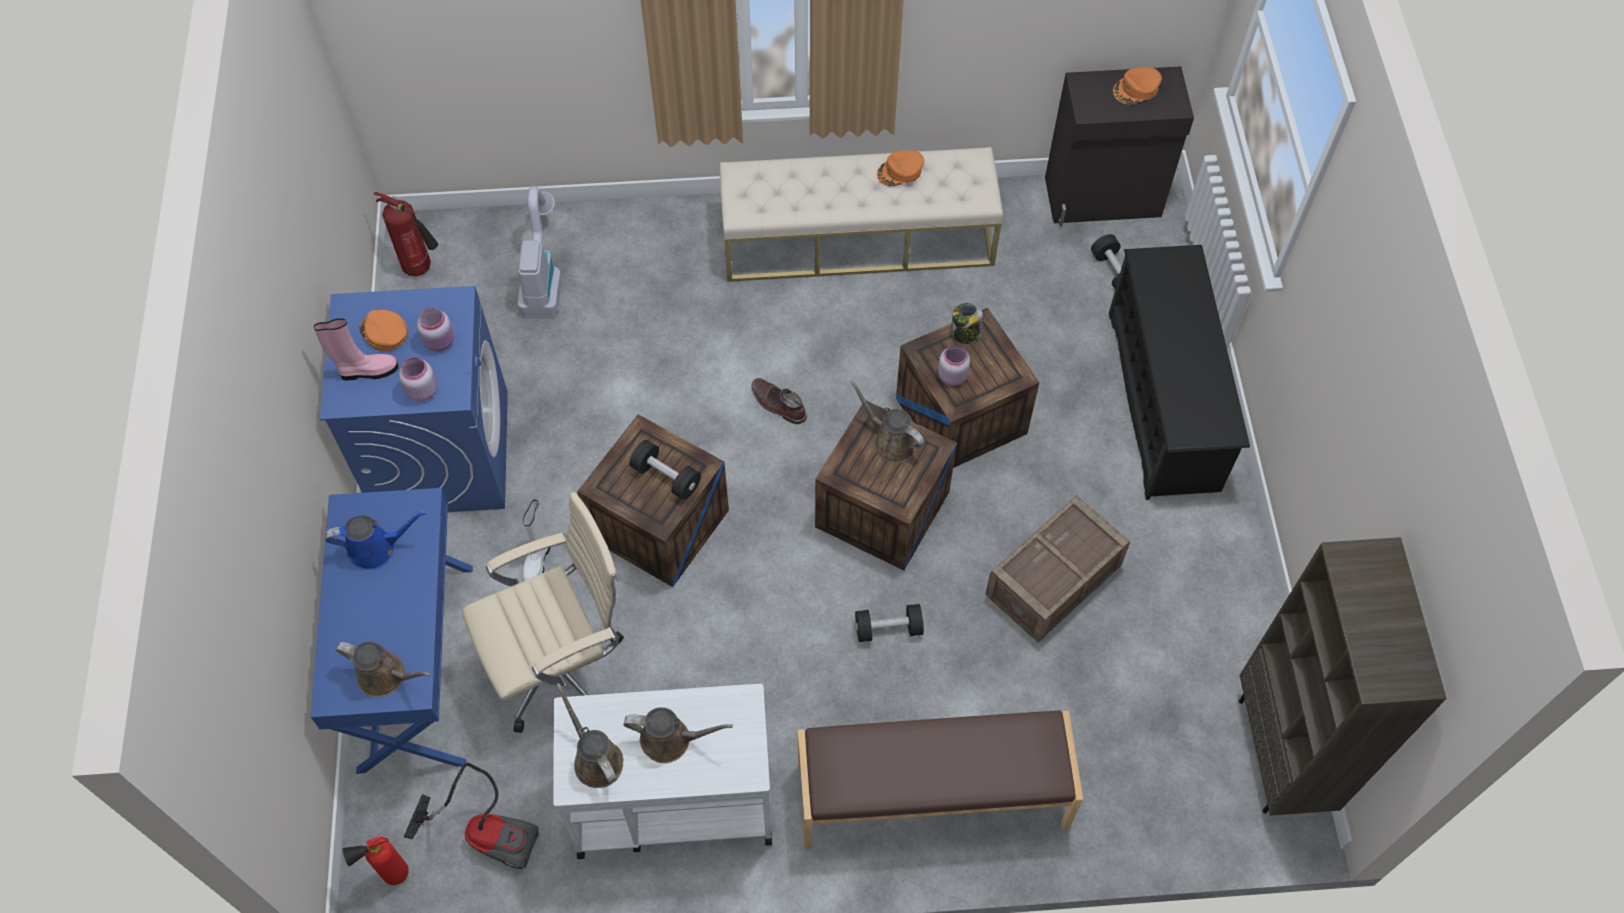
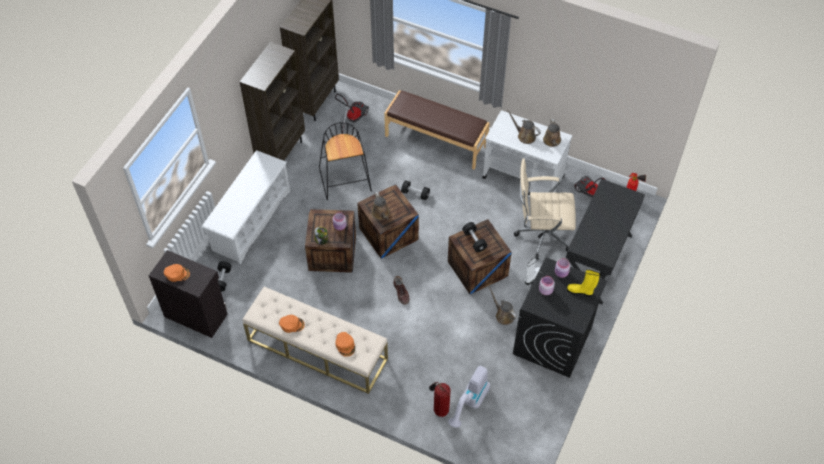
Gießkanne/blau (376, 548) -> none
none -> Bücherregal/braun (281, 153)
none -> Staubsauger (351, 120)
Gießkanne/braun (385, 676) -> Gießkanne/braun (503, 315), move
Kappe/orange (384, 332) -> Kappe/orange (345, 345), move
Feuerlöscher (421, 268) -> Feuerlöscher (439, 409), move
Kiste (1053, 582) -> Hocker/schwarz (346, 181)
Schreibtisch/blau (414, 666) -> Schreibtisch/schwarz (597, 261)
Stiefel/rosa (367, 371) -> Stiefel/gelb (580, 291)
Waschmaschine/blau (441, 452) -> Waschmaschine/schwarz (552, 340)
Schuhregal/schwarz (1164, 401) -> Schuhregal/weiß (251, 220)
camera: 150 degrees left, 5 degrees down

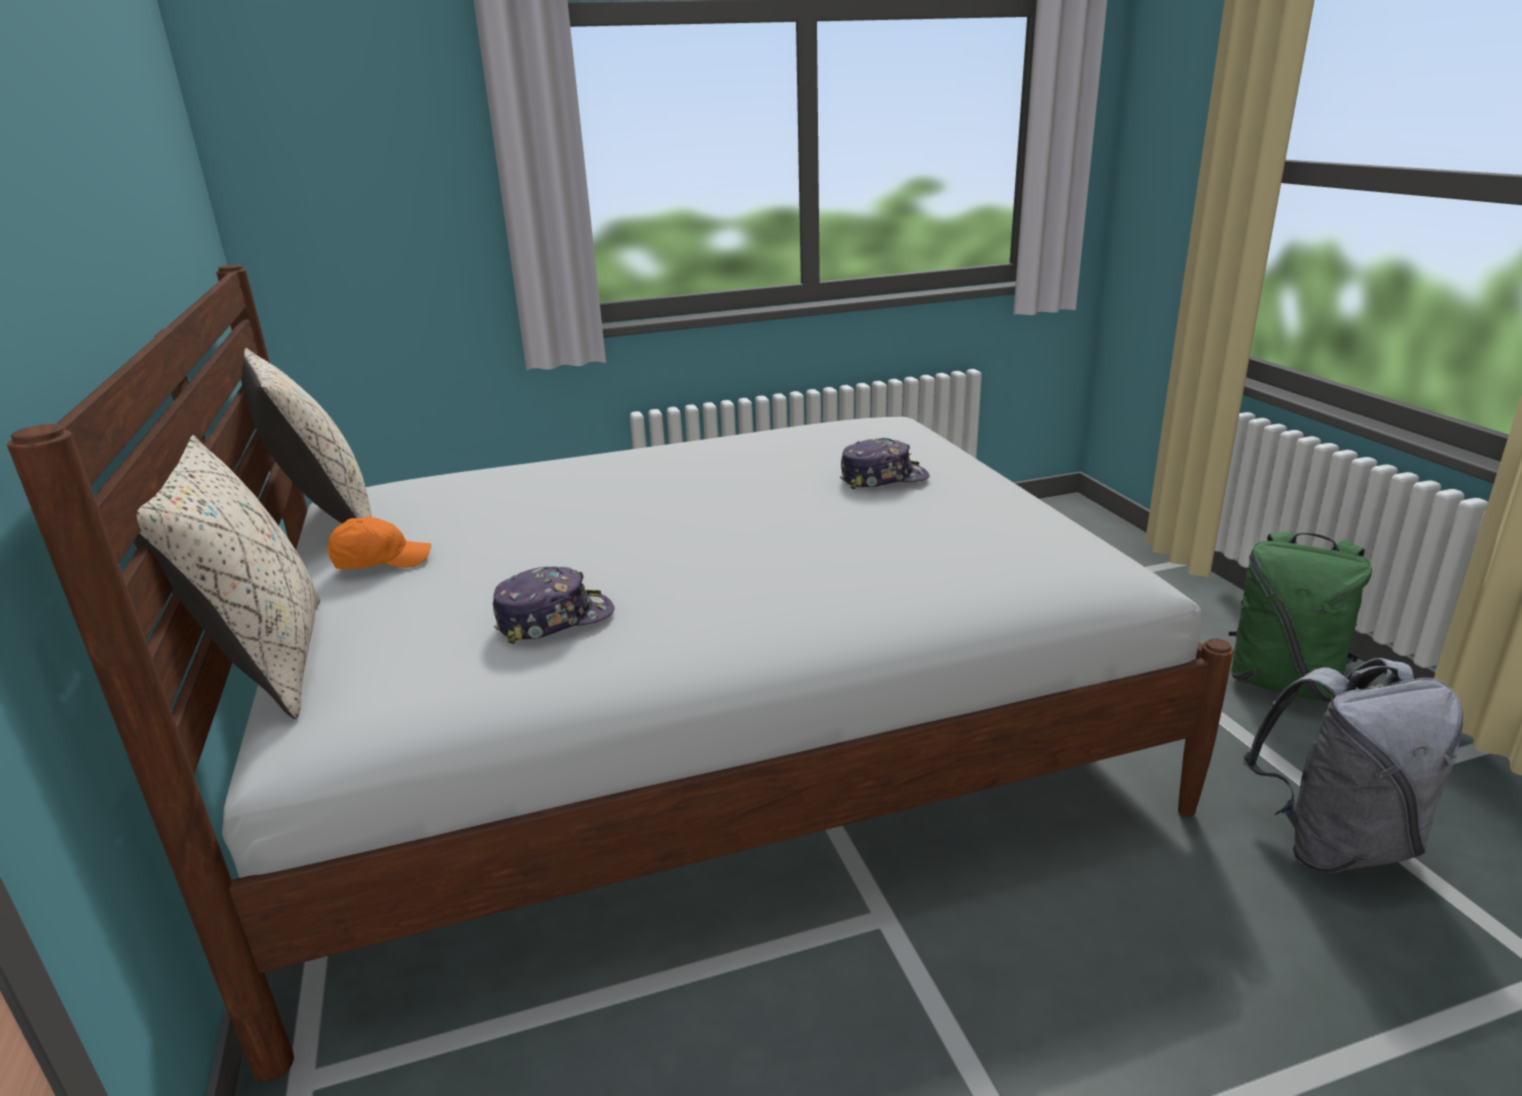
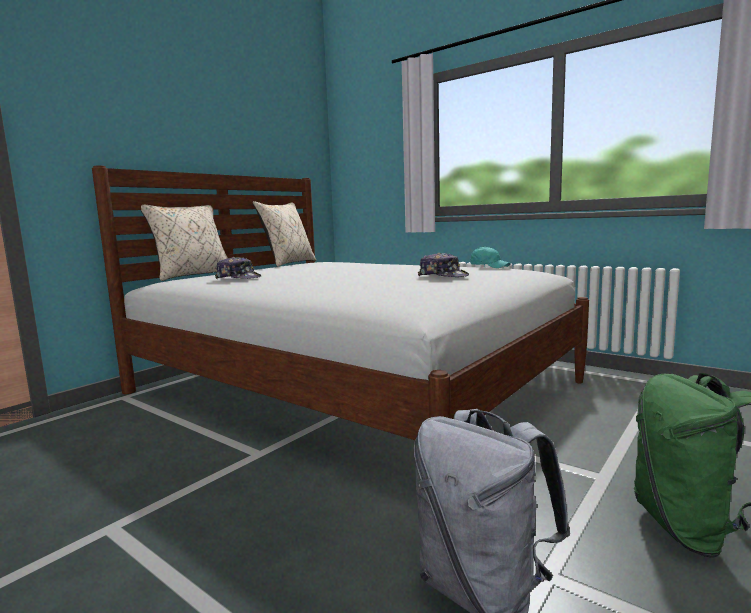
Kappe/orange (381, 561) -> none
none -> Kappe/türkis (489, 266)
camera: 55 degrees right, 15 degrees down

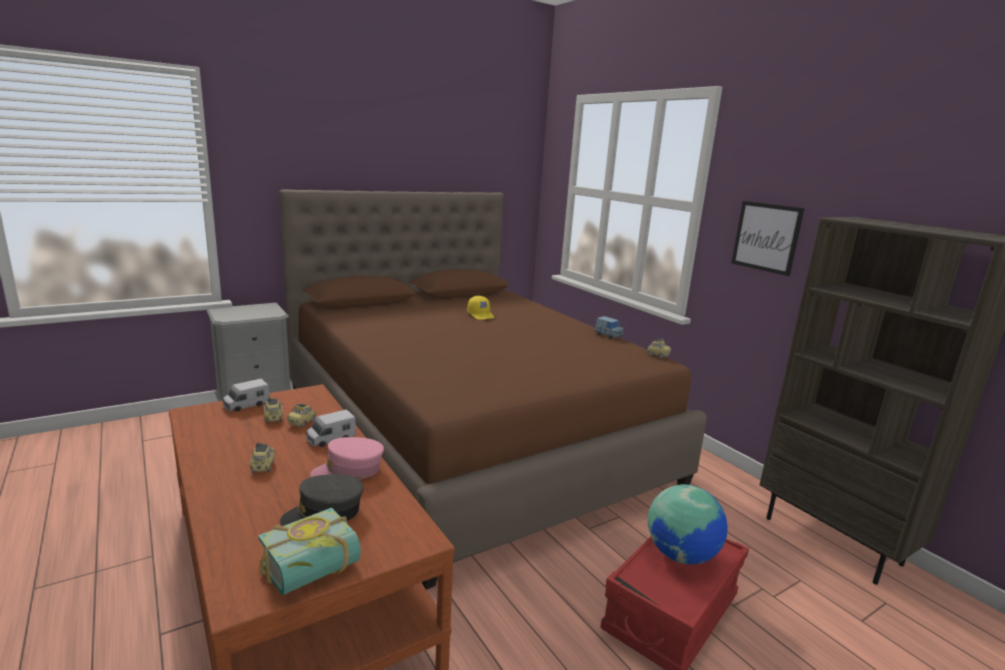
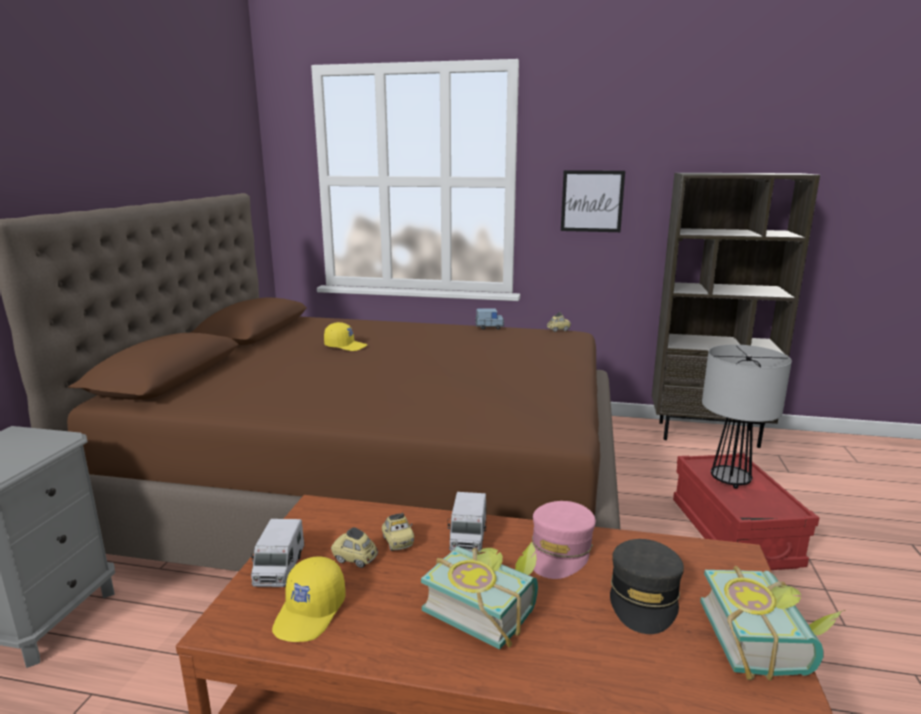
none -> Kappe/gelb (311, 612)
Spielzeugauto (263, 467) -> Buch (485, 607)
Globus (681, 555) -> Tischlampe (730, 480)
camera: 45 degrees left, 0 degrees up

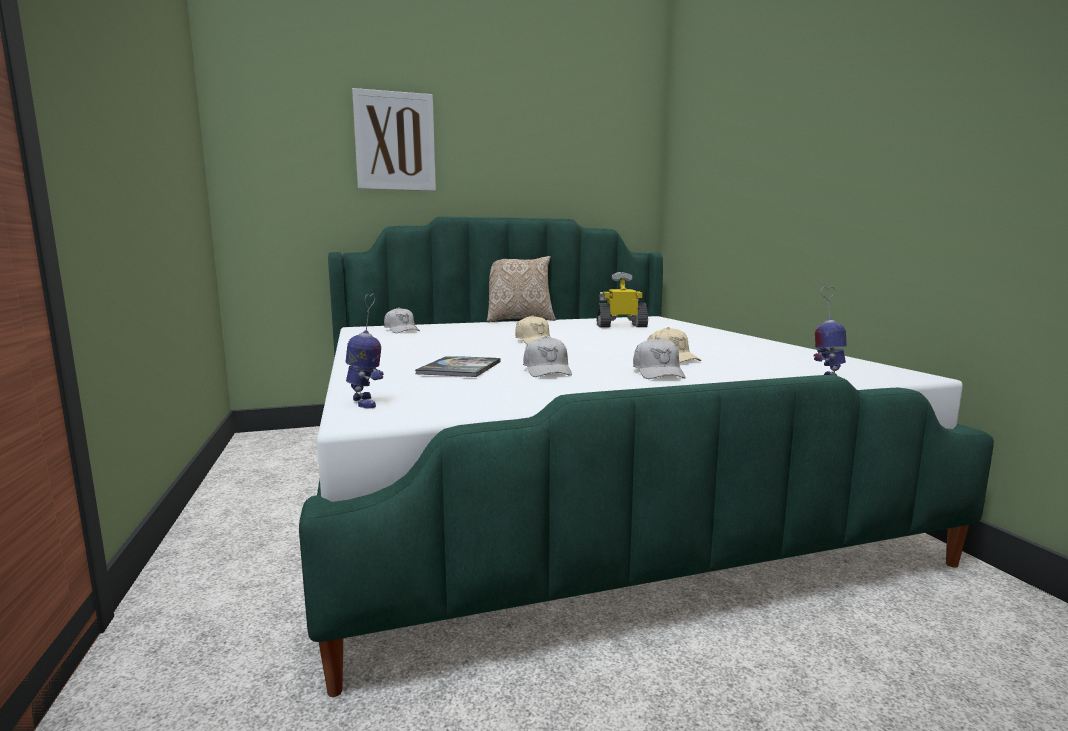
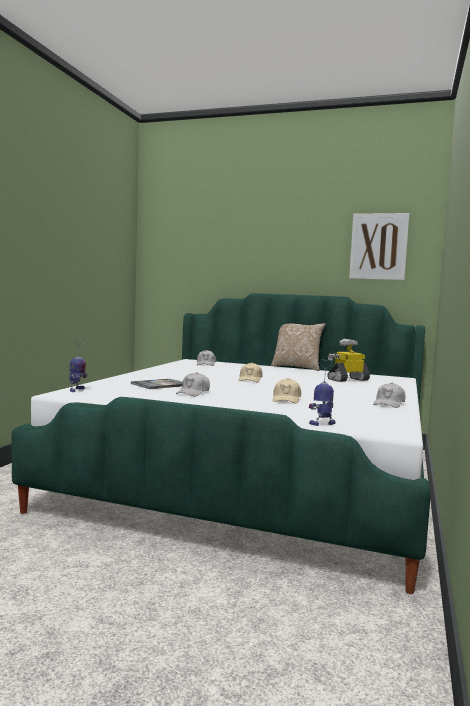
Bild (395, 141) -> Bild (378, 246), move
Kappe/weiß (658, 373) -> Kappe/weiß (389, 404), move
Spielzeugroboter (621, 326) -> Spielzeugroboter (347, 380), 60 degrees counterclockwise
camera: 35 degrees right, 5 degrees down

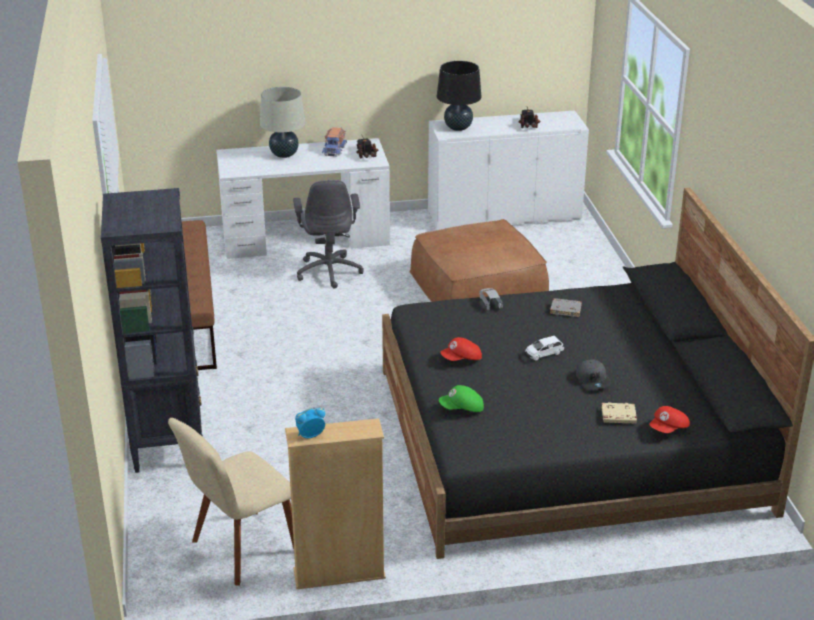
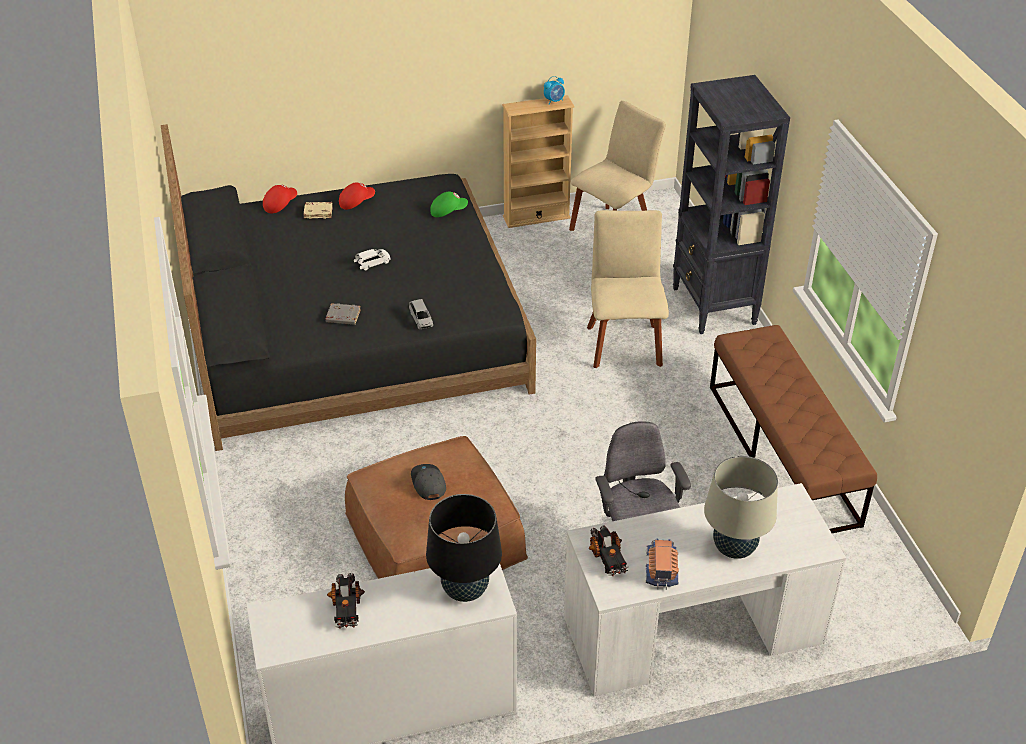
none -> Stuhl/beige (624, 343)
Kappe/rot (462, 359) -> Kappe/rot (356, 202), move
Kappe/grau (593, 380) -> Kappe/grau (428, 484), move
camera: 175 degrees right, 10 degrees up

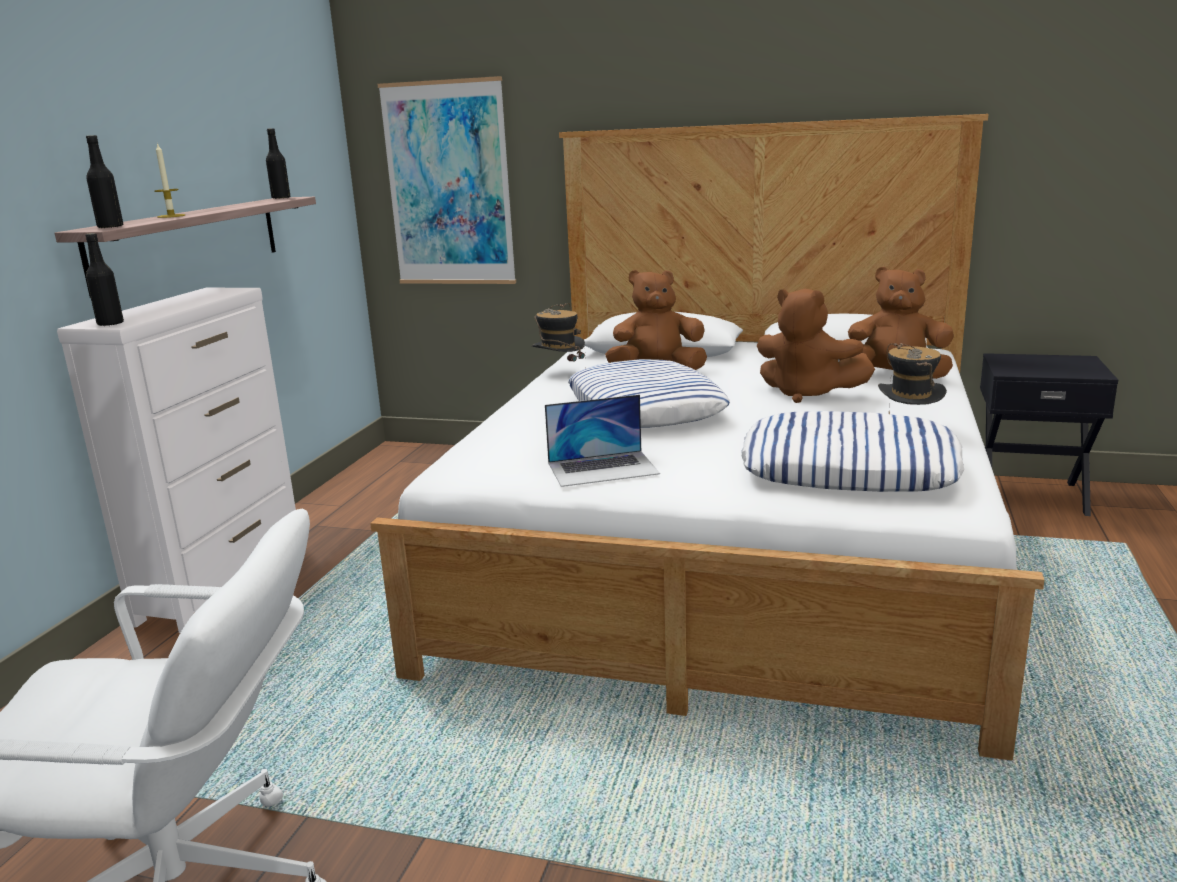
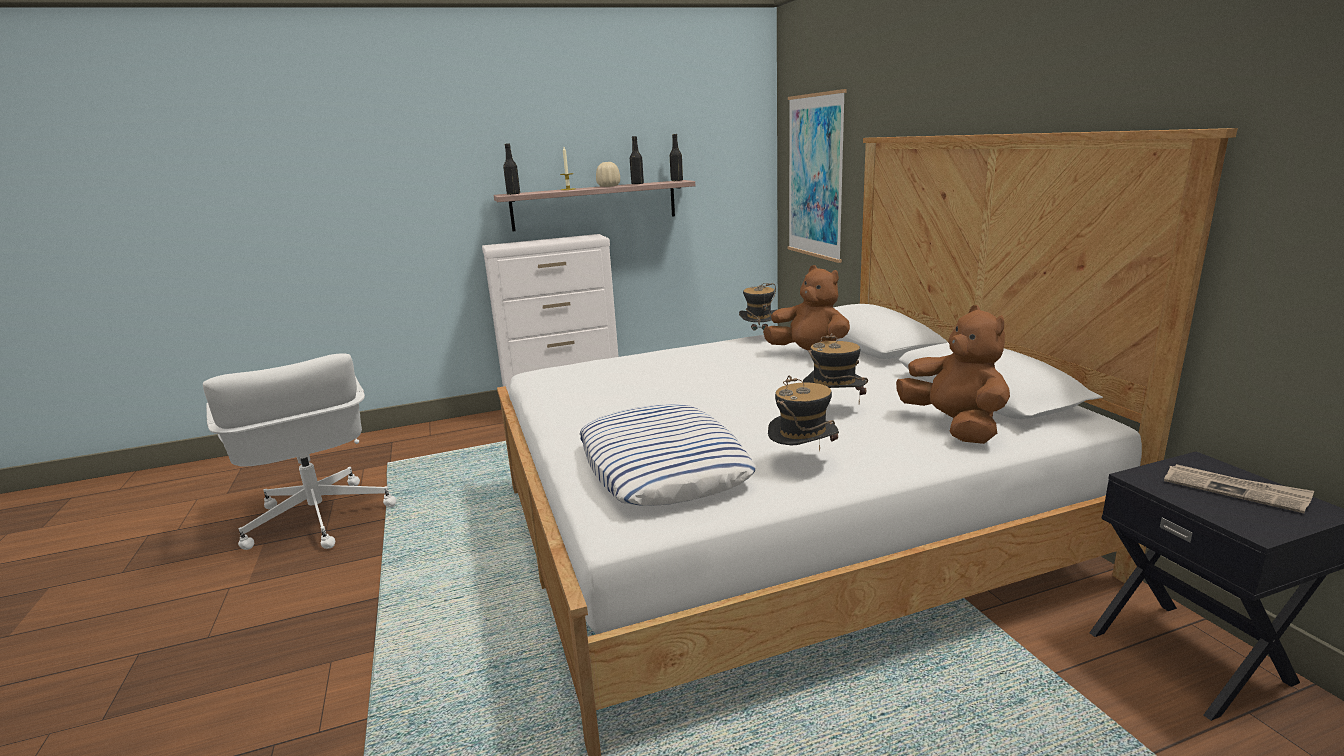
Laptop (603, 468) -> none
Kissen (645, 407) -> none
none -> Vase/beige (608, 186)
none -> Zeitung (1235, 490)
Flasche/schwarz (110, 324) -> Flasche/schwarz (637, 184), move
Plüschtier/braun (807, 394) -> Hut (833, 410)
camera: 55 degrees right, 0 degrees up

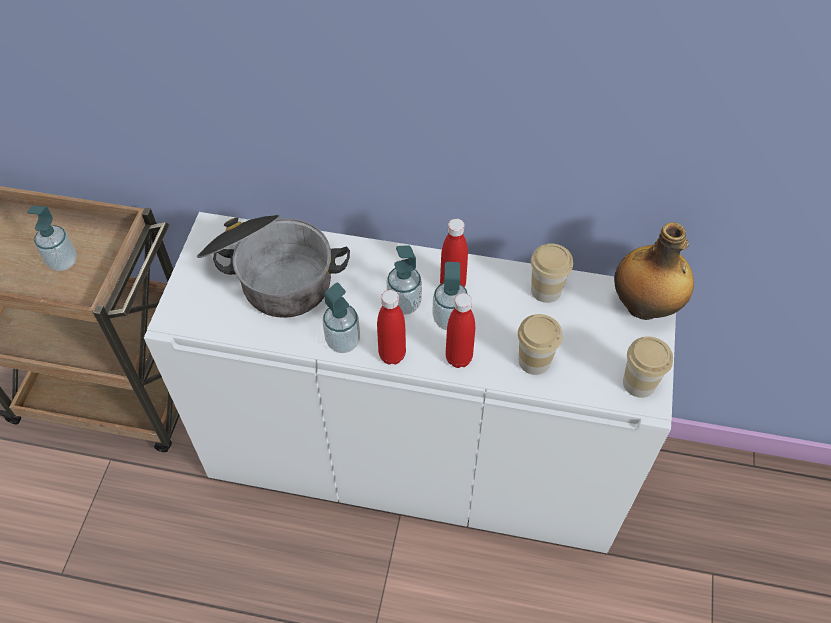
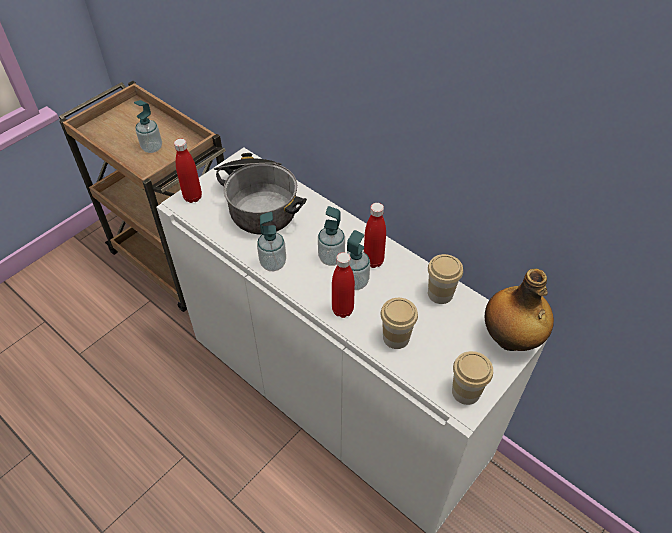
Flasche/rot (392, 355) -> Flasche/rot (193, 197), move
camera: 30 degrees right, 5 degrees down

